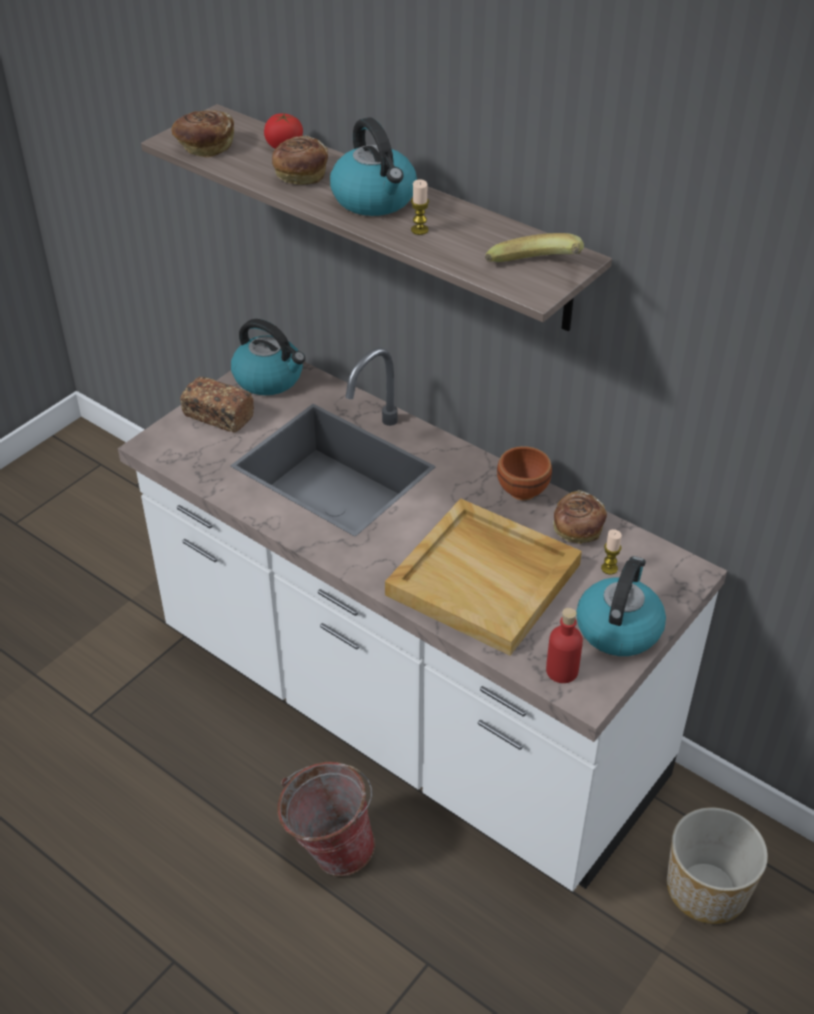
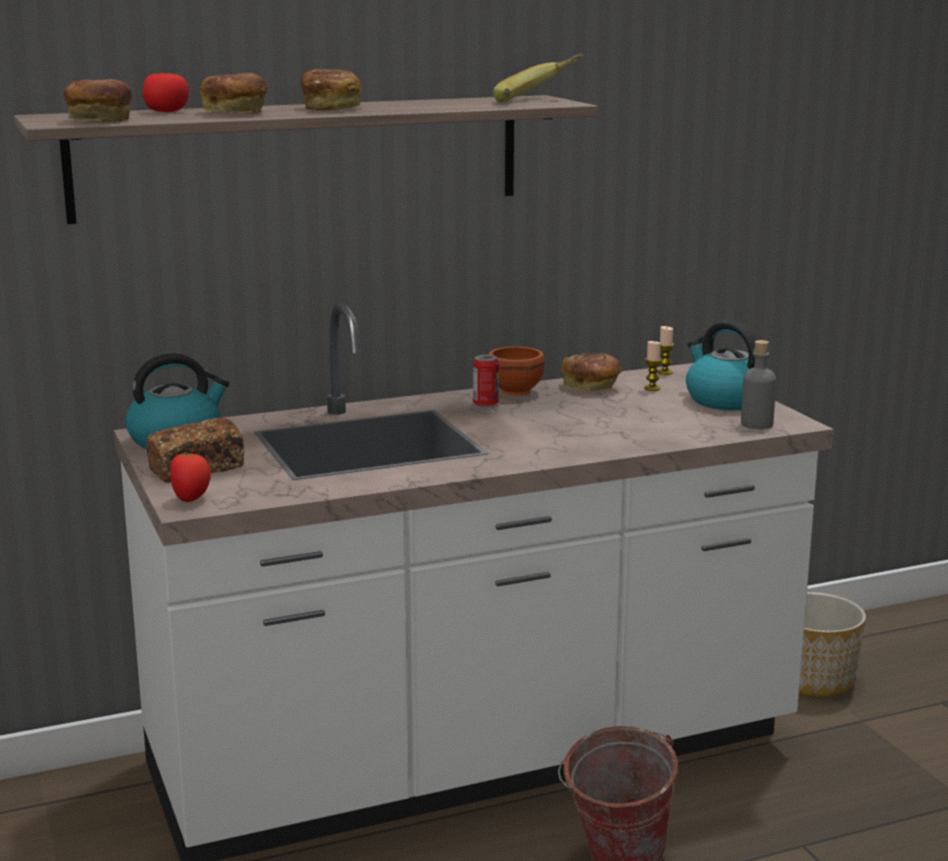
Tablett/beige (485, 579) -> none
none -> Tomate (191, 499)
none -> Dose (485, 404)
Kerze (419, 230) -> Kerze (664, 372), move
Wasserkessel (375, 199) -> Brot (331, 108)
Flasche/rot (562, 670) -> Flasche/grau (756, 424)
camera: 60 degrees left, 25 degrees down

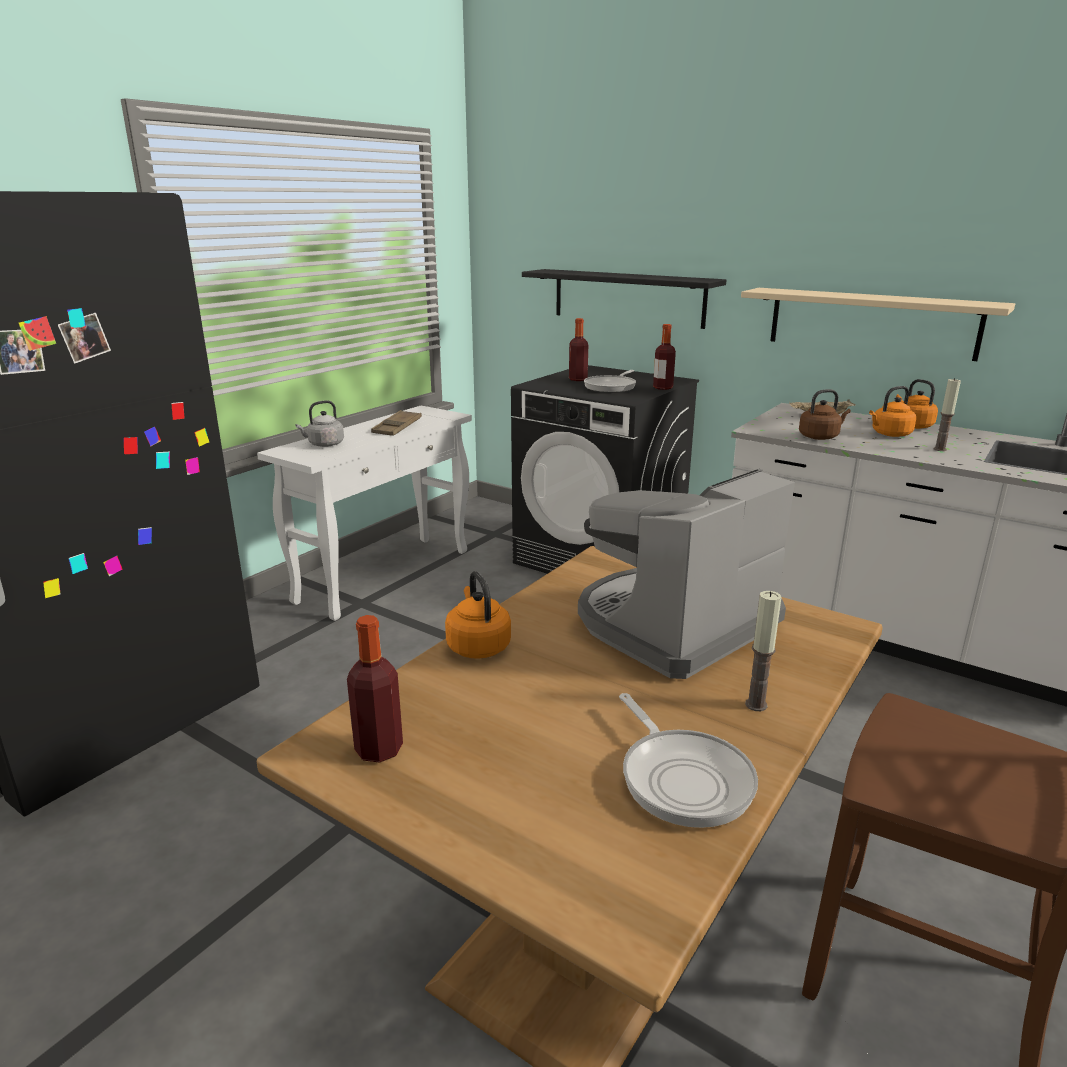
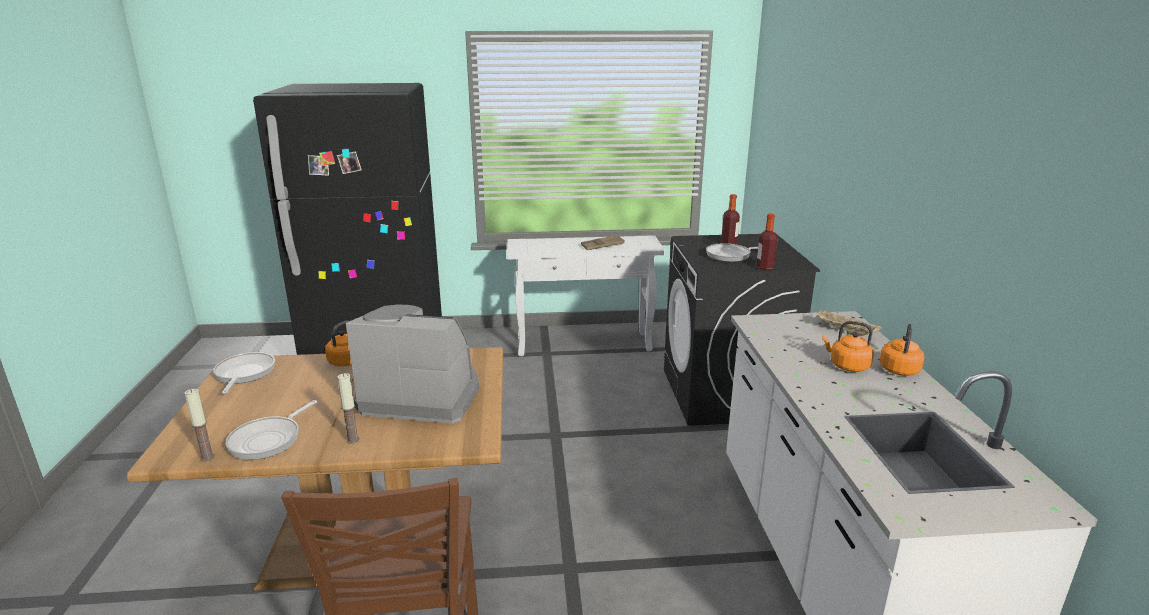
Wasserkessel/grau (324, 444) -> none
Wandregal/schwarz (628, 297) -> none
Wandregal/beige (871, 322) -> none
Wasserkessel/braun (820, 437) -> none
Kerze (939, 449) -> Kerze (207, 457), move
Flasche (379, 749) -> Pfanne (244, 374)
camera: 50 degrees right, 0 degrees up

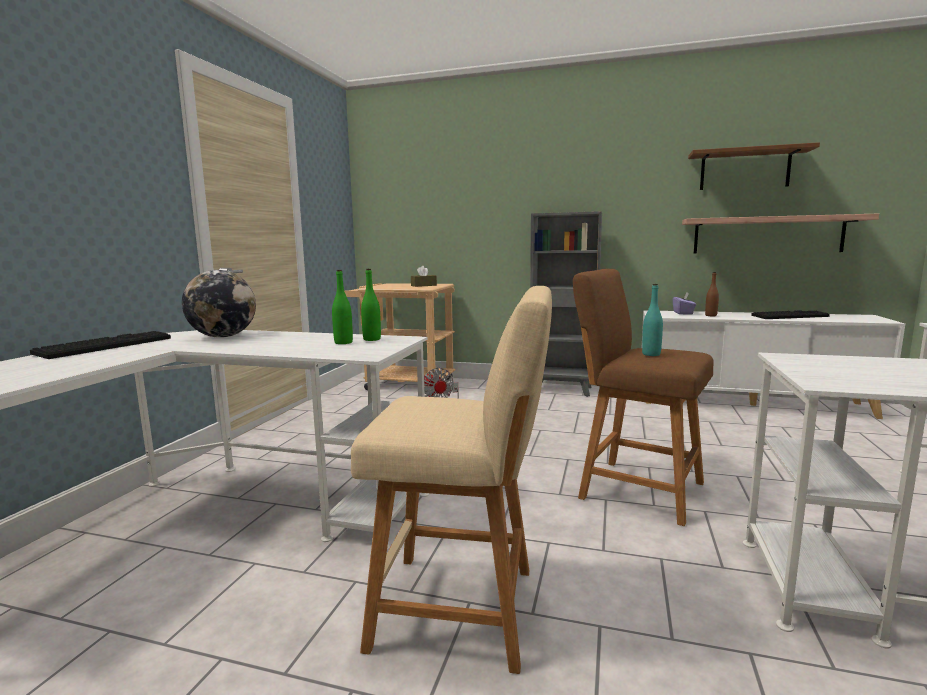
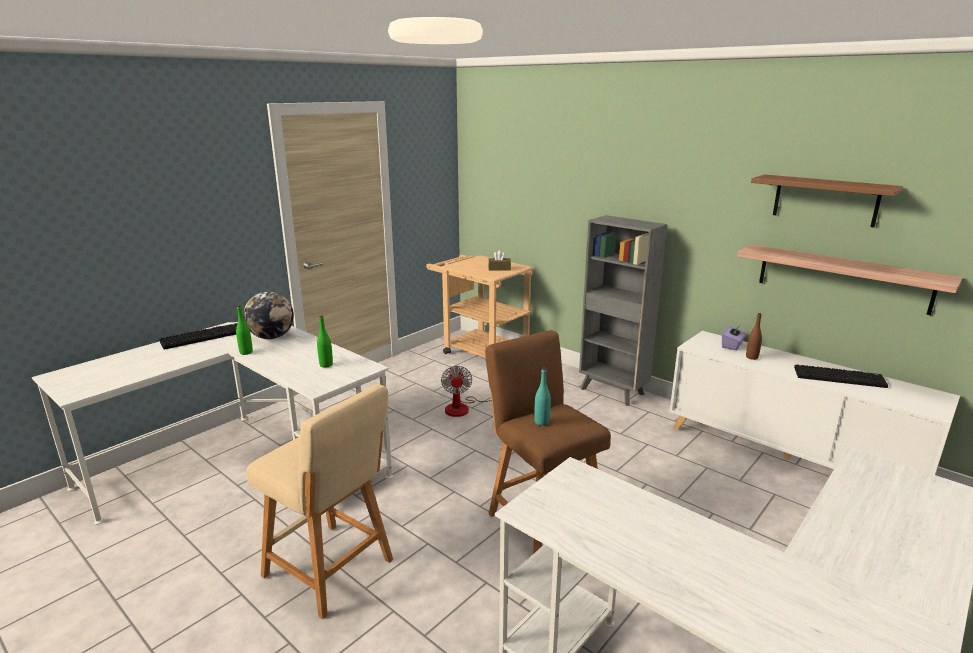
Flasche/grün (372, 339) -> Flasche/grün (246, 352), move
camera: 25 degrees right, 10 degrees up

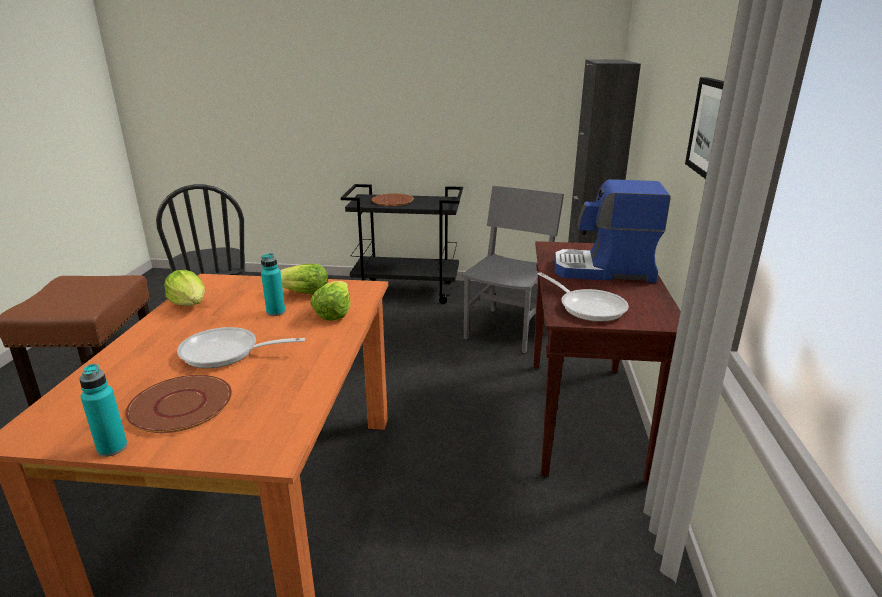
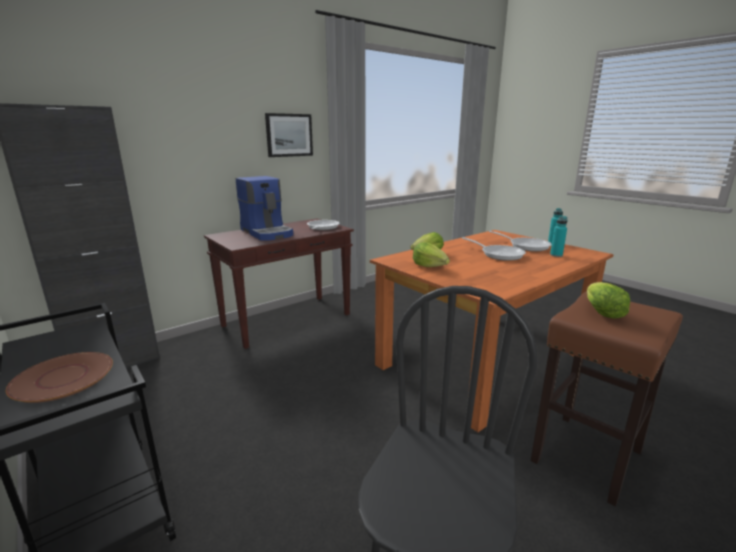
Stuhl/grau (507, 329) -> none
Salatkopf (190, 304) -> Salatkopf (601, 312), move
Flasche/türkis (275, 312) -> Flasche/türkis (556, 255), move
Teller/braun (181, 405) -> Pfanne (526, 246)
camera: 135 degrees left, 5 degrees down

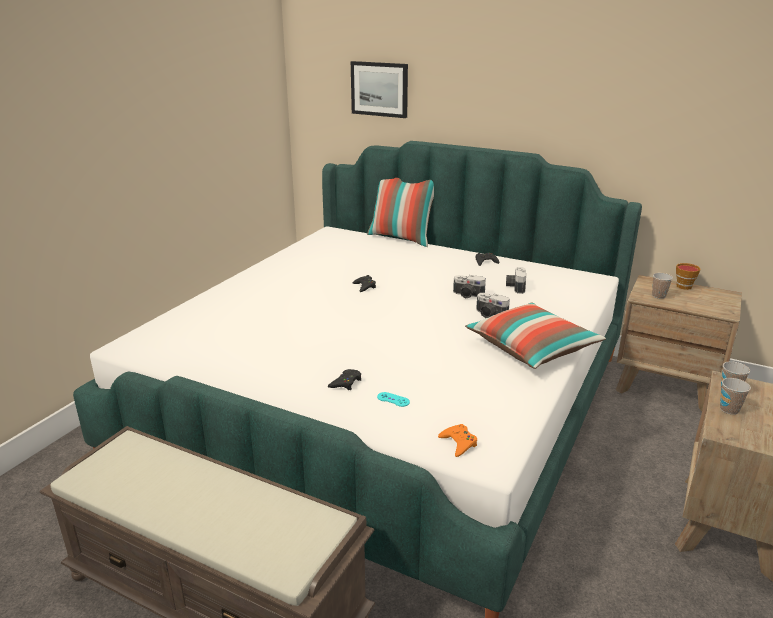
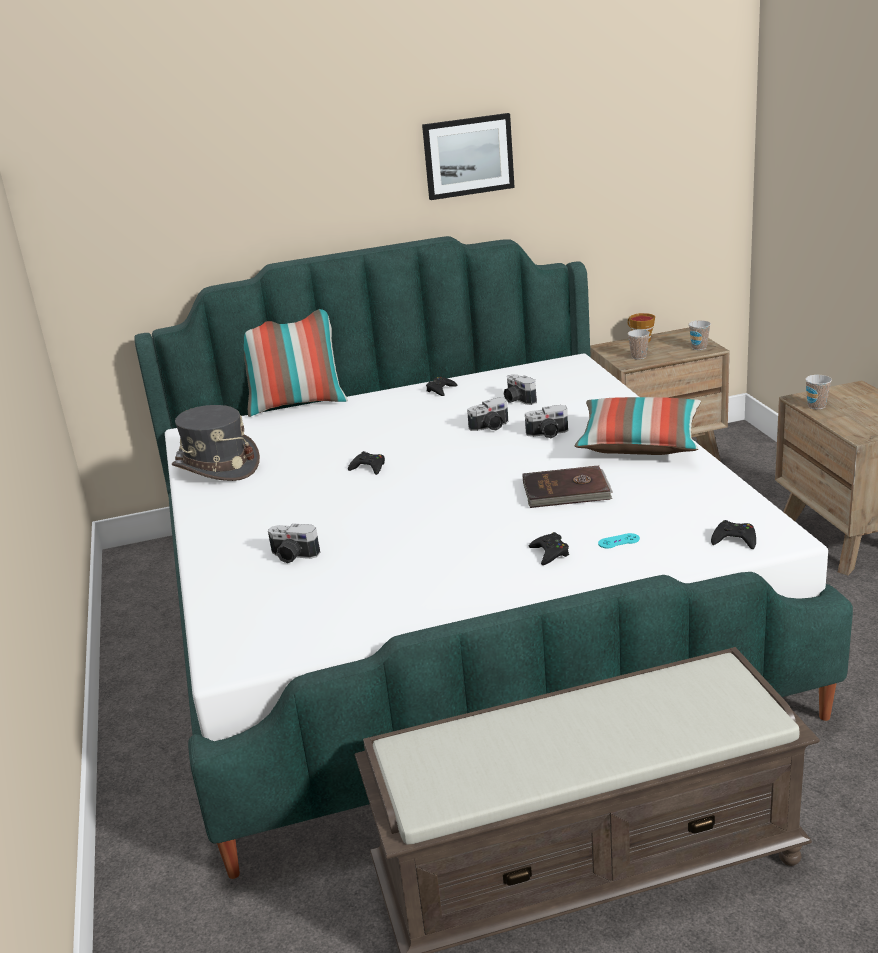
none -> Hut/grau (217, 467)
none -> Kamera (293, 556)
none -> Buch/braun (566, 491)
Bild (379, 89) -> Bild (468, 156), move
Tasse (729, 409) -> Tasse (699, 347), move
Gamepad/orange (458, 443) -> Gamepad/schwarz (734, 540)
camera: 40 degrees left, 0 degrees up

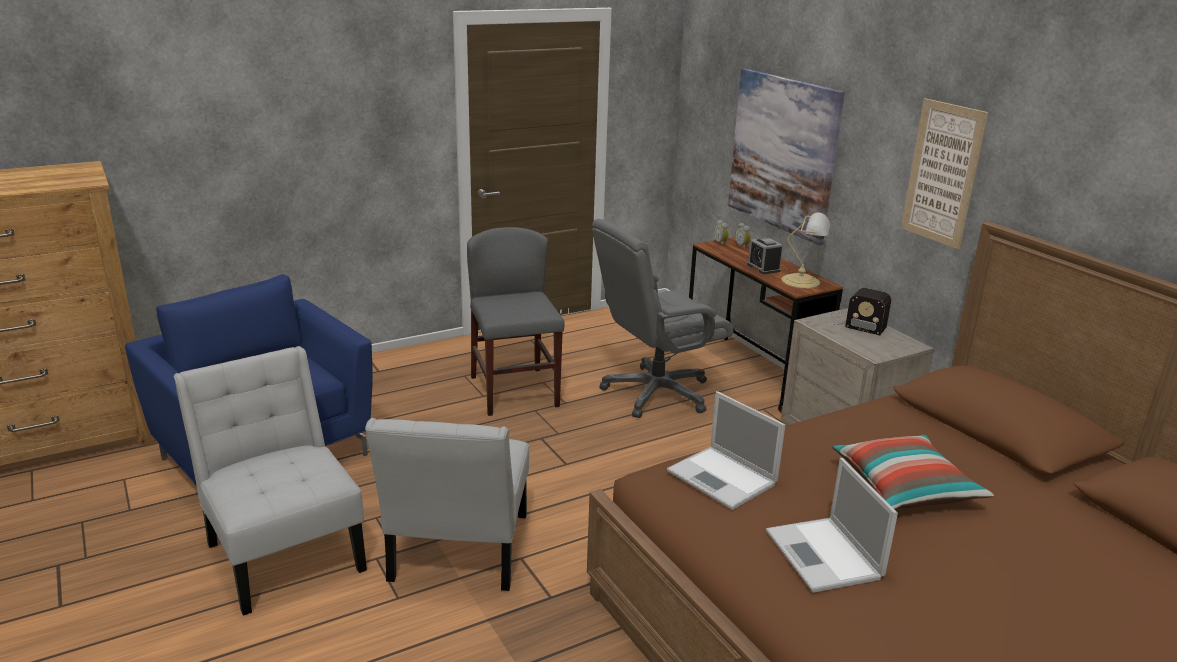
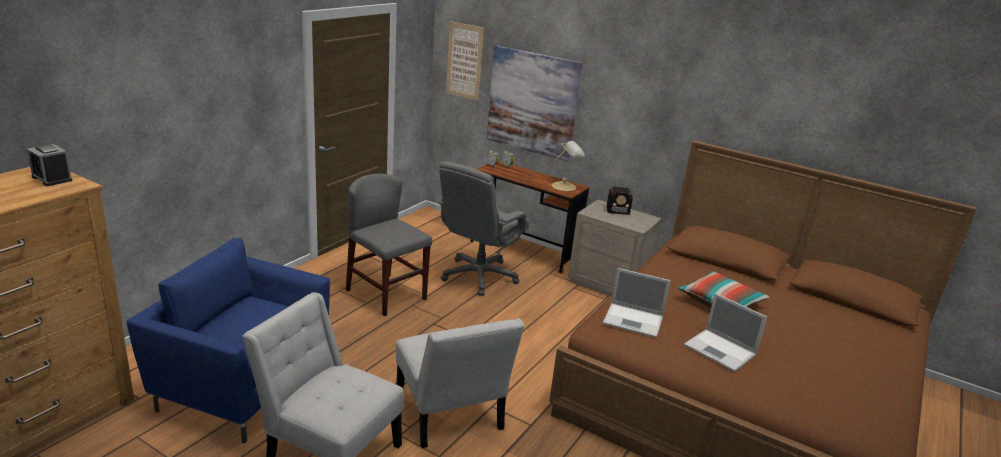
Wecker (763, 268) -> Wecker (52, 178), move
Bild (942, 173) -> Bild (464, 61), move
camera: 30 degrees left, 0 degrees up

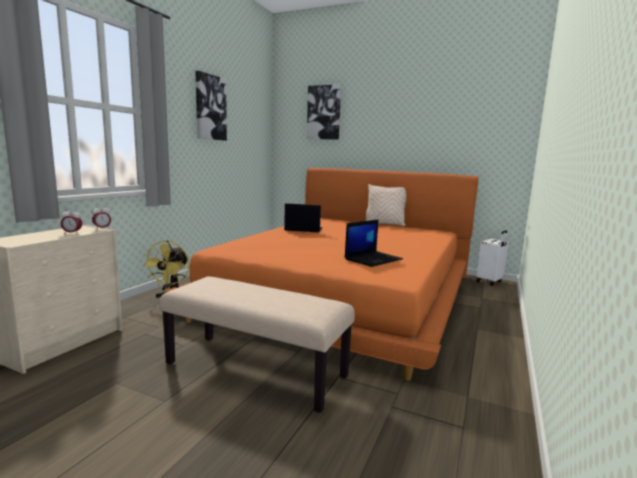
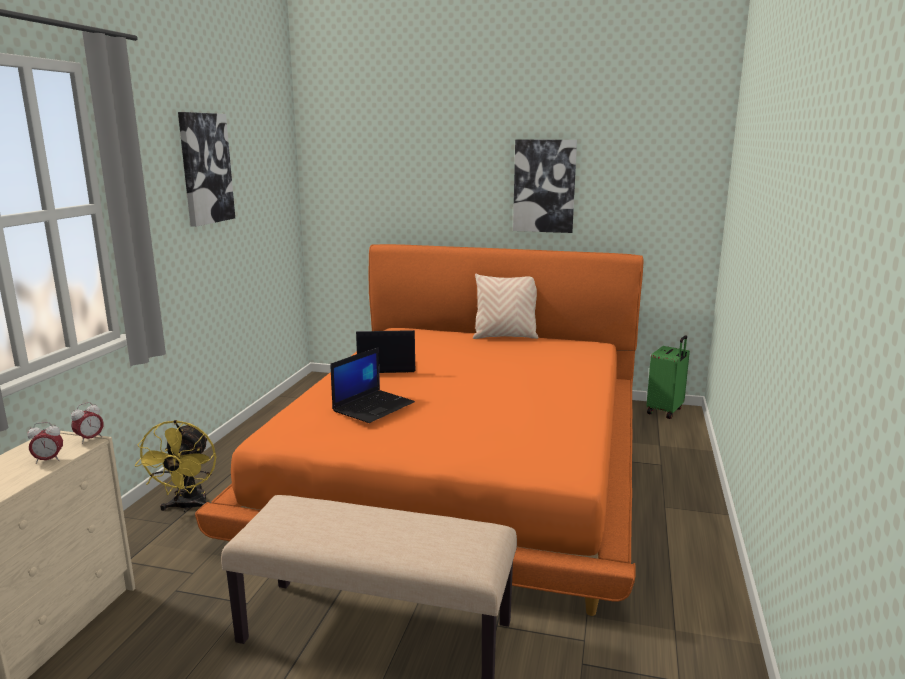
Bild (324, 112) -> Bild (544, 186), move
Laptop (373, 259) -> Laptop (373, 406), move
Koffer/weiß (490, 282) -> Koffer/grün (665, 411)
camera: 10 degrees left, 5 degrees up

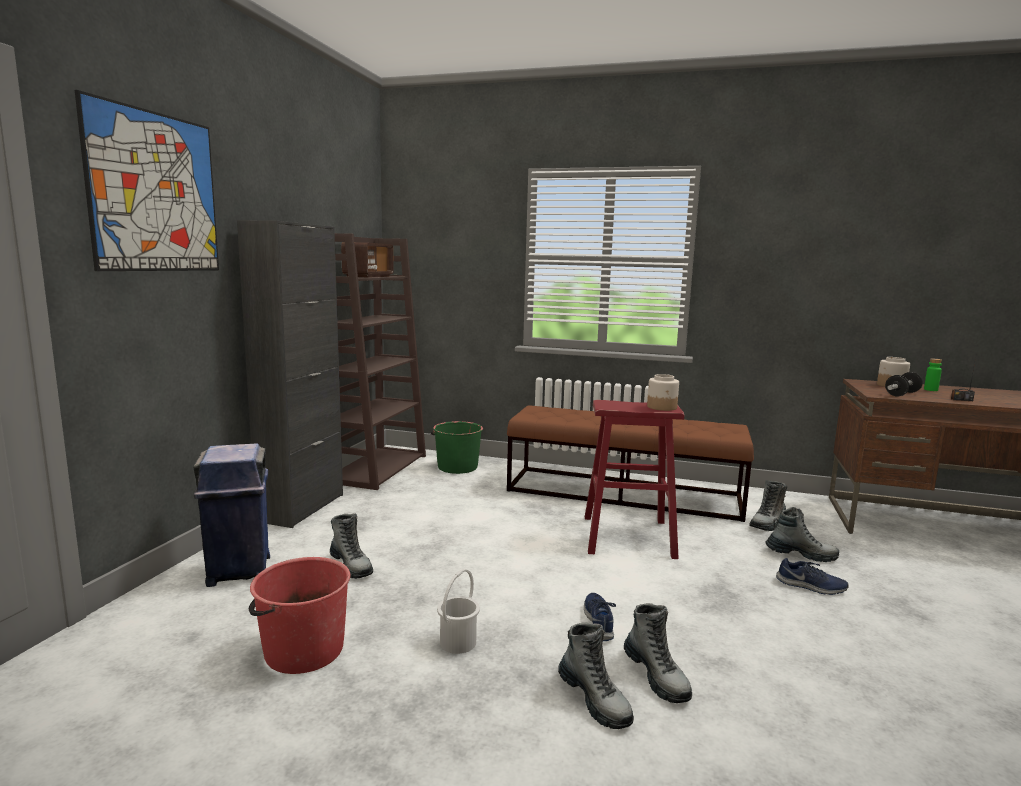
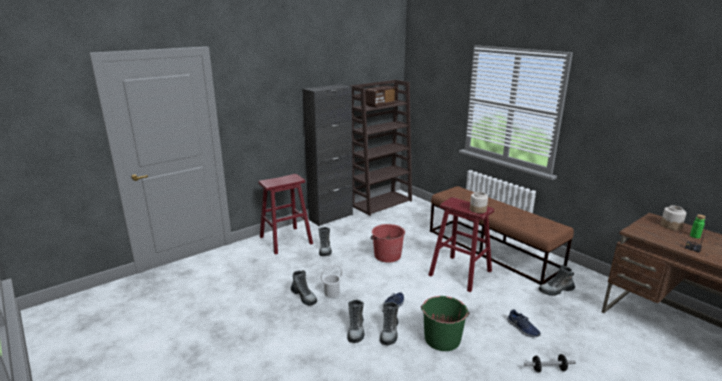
Bild (155, 192) -> none
Eimer/rot (303, 651) -> Eimer/rot (387, 255), move
Eimer/grün (457, 467) -> Eimer/grün (442, 339), move
Stiefel (800, 554) -> Stiefel (304, 297), move
Hantel (902, 394) -> Hantel (548, 369), move
Mülleimer/blau (239, 571) -> Hocker/rot (286, 240)
camera: 35 degrees right, 10 degrees up

